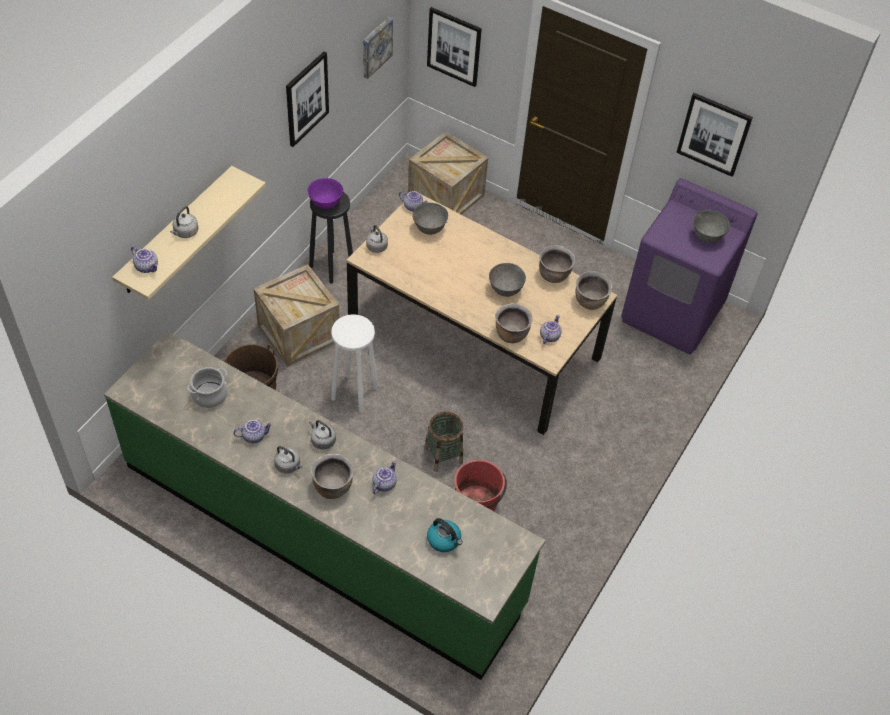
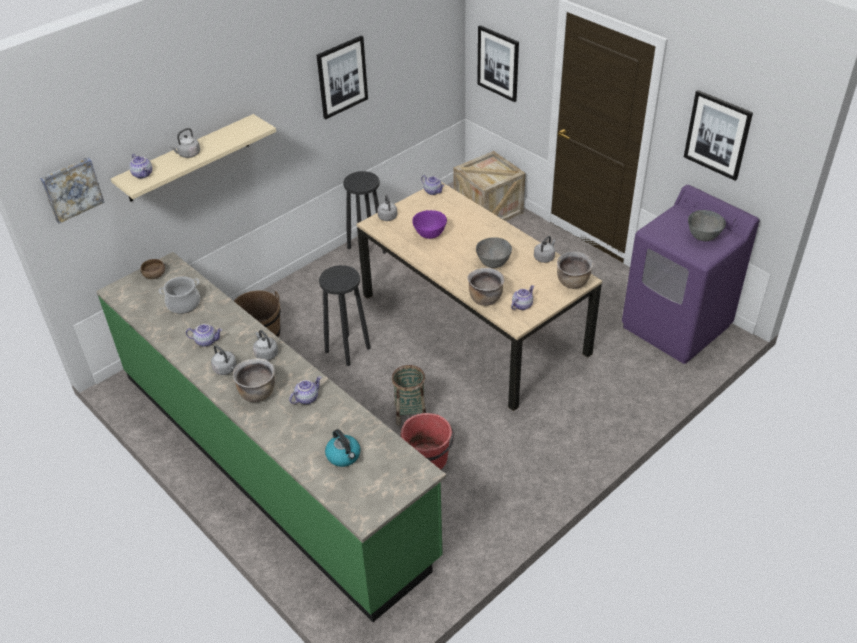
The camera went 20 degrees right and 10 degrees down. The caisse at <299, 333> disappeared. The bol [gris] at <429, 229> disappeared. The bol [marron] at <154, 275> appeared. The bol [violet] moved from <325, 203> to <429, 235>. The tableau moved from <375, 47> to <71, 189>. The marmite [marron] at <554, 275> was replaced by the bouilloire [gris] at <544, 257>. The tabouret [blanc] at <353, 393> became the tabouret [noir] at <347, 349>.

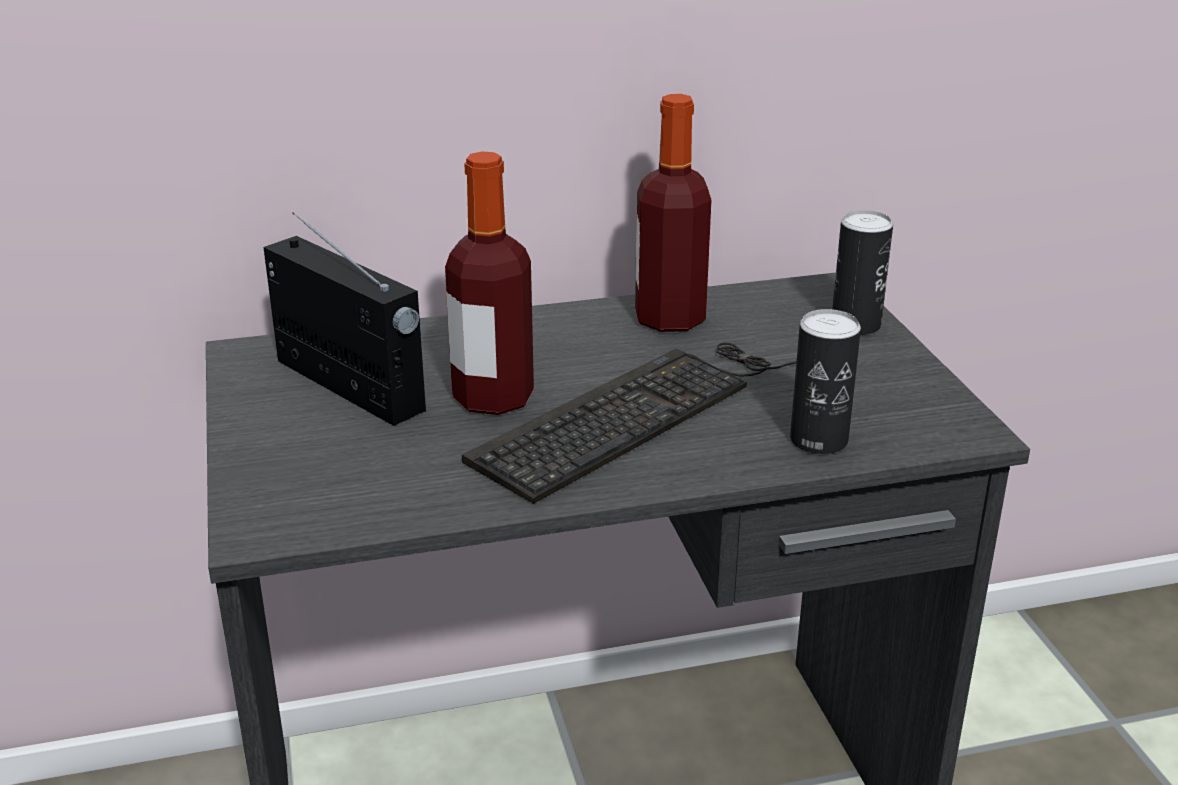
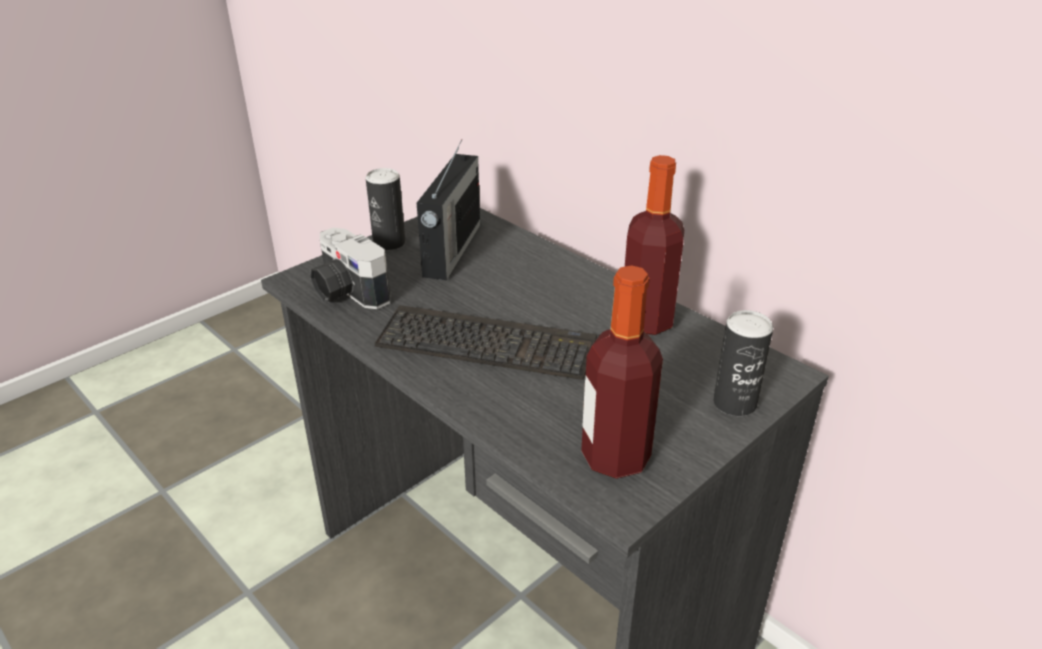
The camera went 60 degrees right and 5 degrees up. The appareil photo at <346, 292> appeared. The bouteille moved from <493, 398> to <615, 457>. The boîte métallique moved from <818, 440> to <389, 243>.

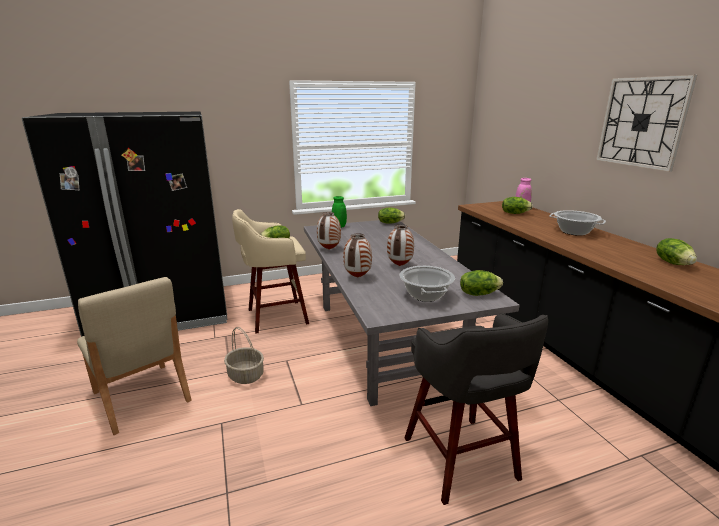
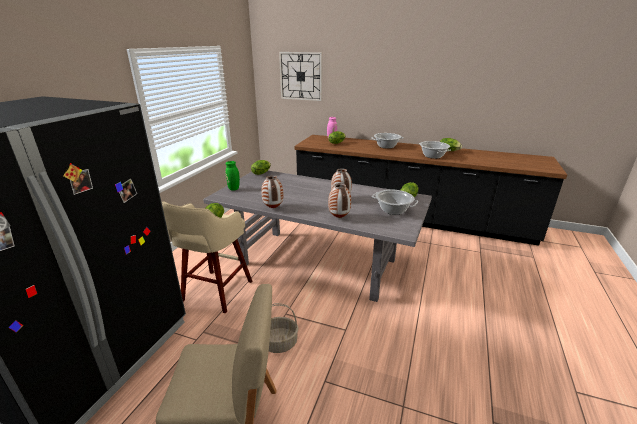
The camera went 50 degrees left and 5 degrees up. The tabouret [gris] at <461, 461> disappeared. The marmite at <432, 156> appeared. The horloge murale moved from <642, 122> to <301, 76>.

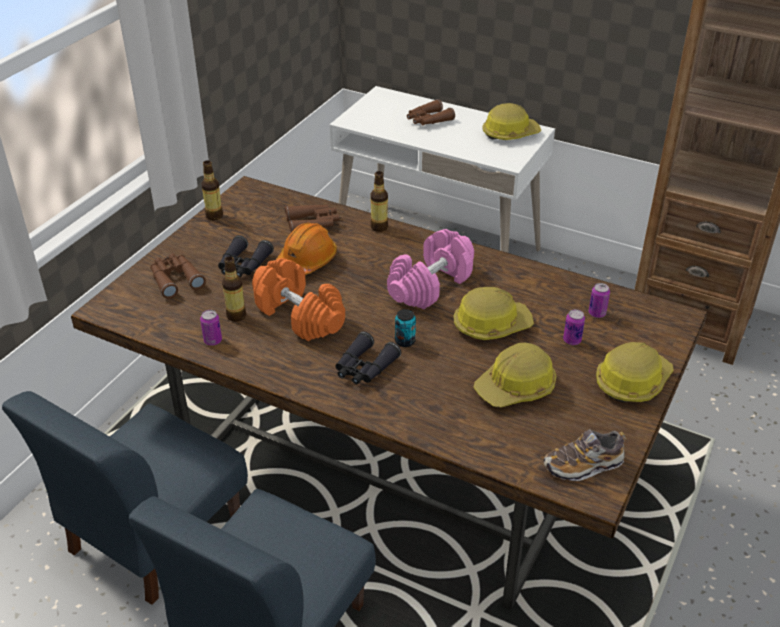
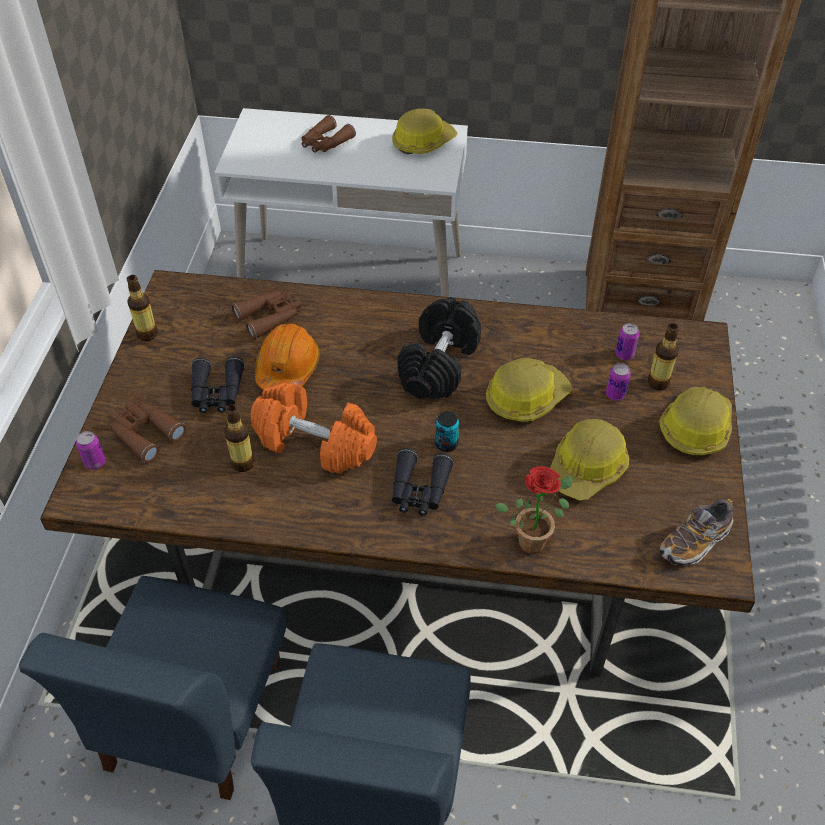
The camera went 20 degrees left and 10 degrees up. The plante en pot at <534, 538> appeared. The boîte métallique moved from <213, 341> to <95, 463>. The bouteille moved from <379, 227> to <658, 382>. The haltère [rose] at <430, 284> became the haltère [noir] at <438, 364>.

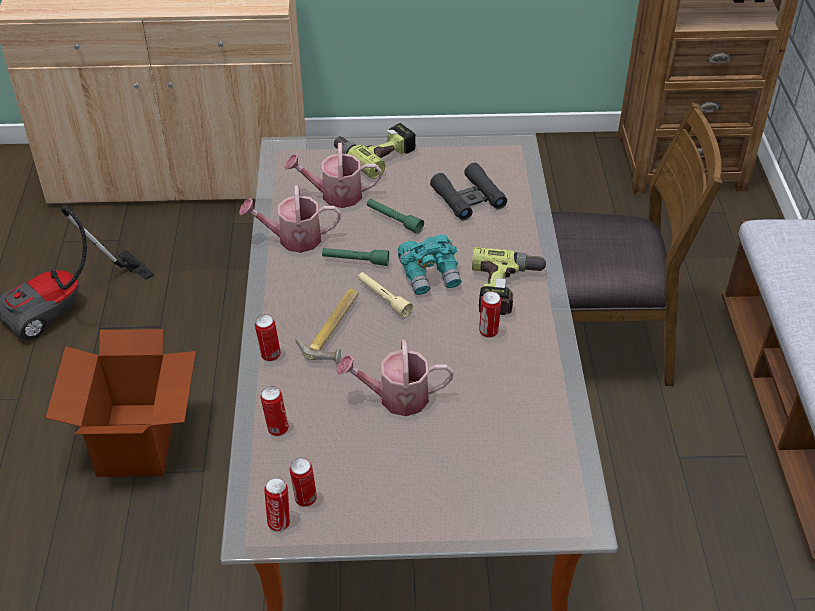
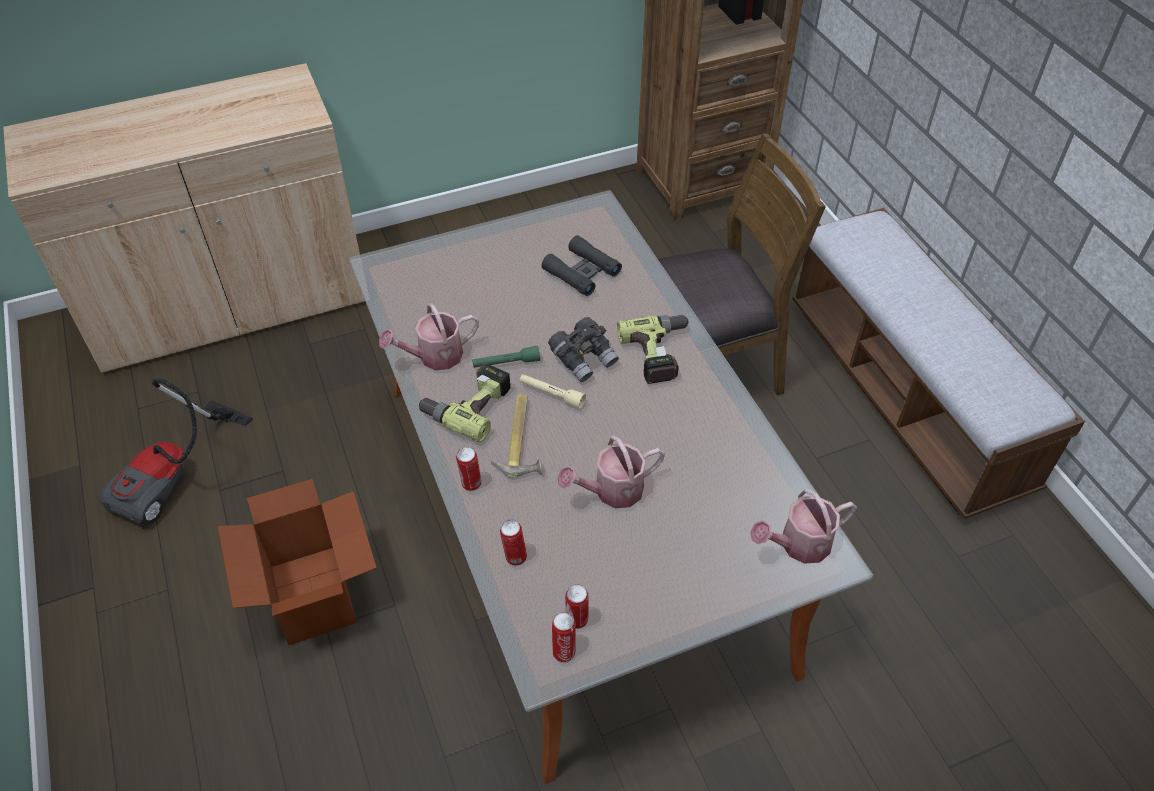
The camera went 20 degrees left and 5 degrees up. The lampe de poche [vert] at <394, 220> disappeared. The boîte métallique at <488, 332> disappeared. The arrosoir moved from <335, 195> to <798, 545>. The perceuse moved from <375, 153> to <468, 405>. The jumelles [turquoise] at <430, 275> became the jumelles [gris] at <584, 359>.

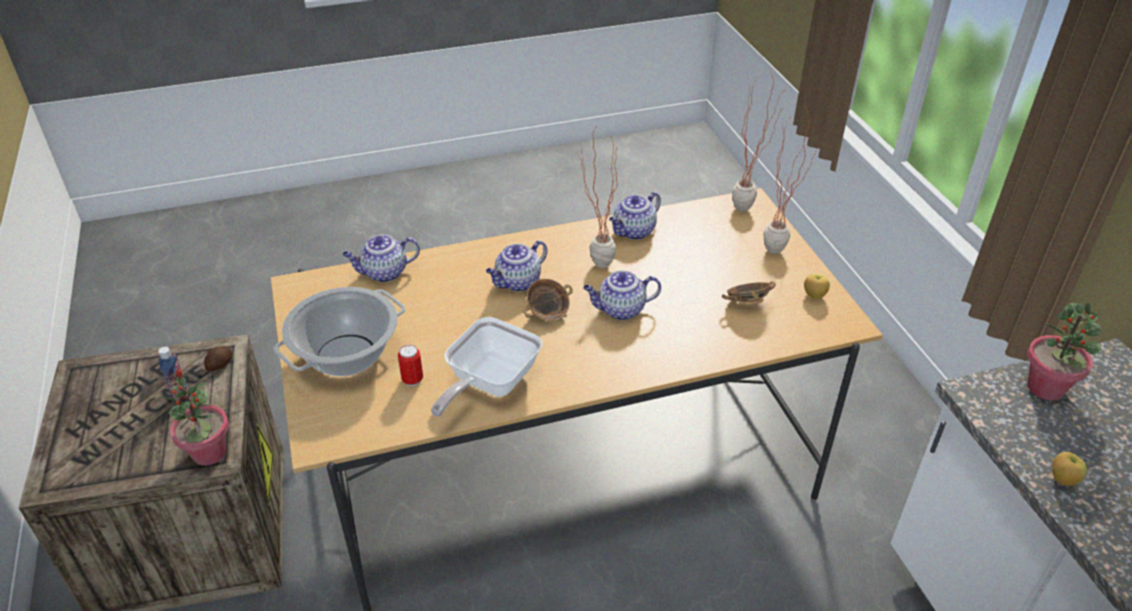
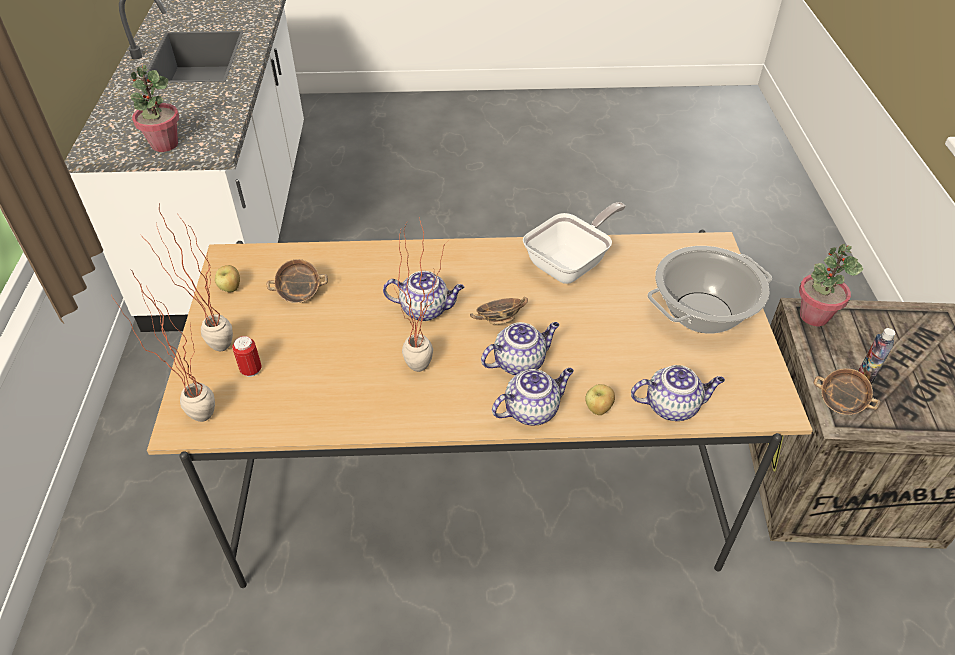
The camera went 165 degrees left and 5 degrees up. The boîte métallique moved from <412, 380> to <251, 370>. The théière moved from <633, 232> to <532, 410>. The pomme moved from <1062, 480> to <598, 409>. The pomme de terre at <221, 364> was replaced by the bol at <840, 403>.

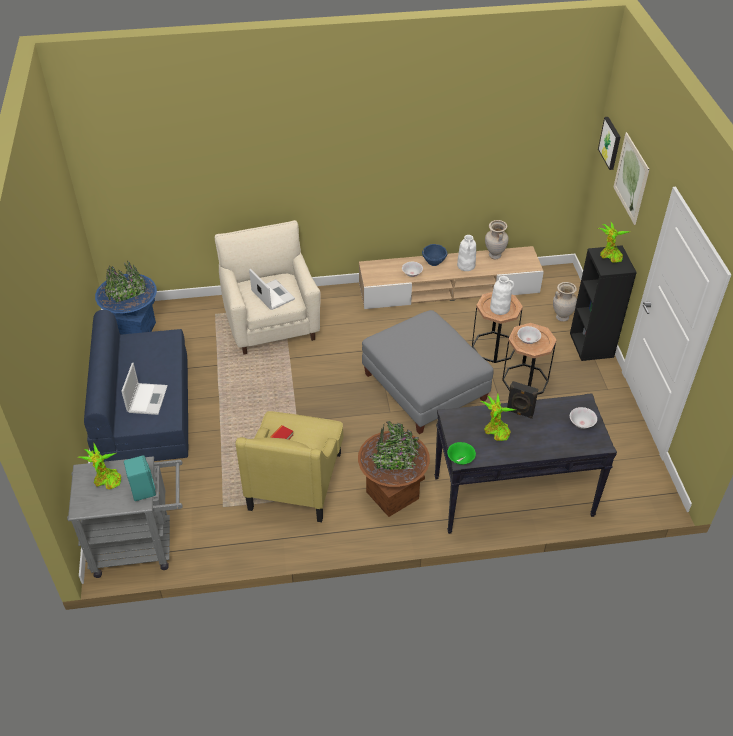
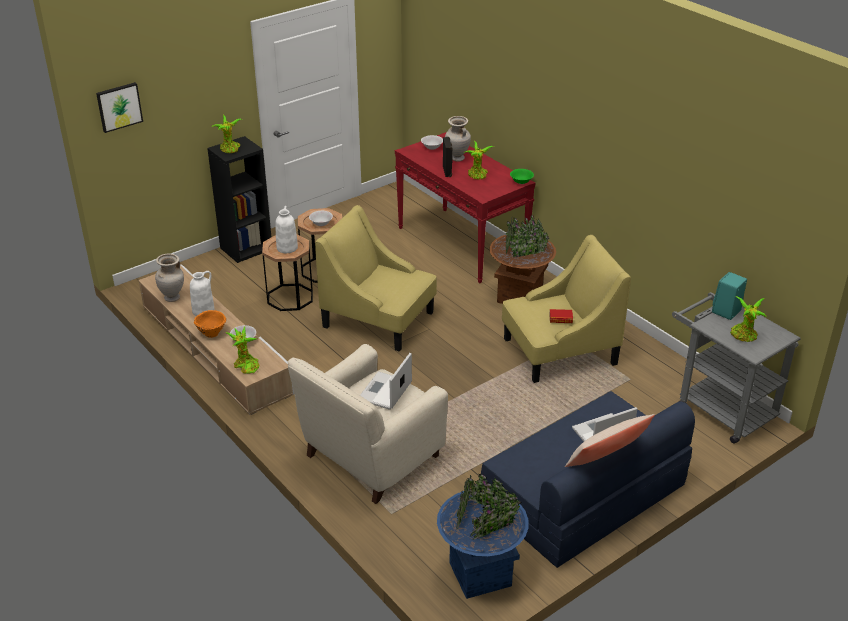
The camera went 120 degrees left and 10 degrees down. The tableau at <631, 178> disappeared. The plante en pot at <245, 366> appeared. The coussin [beige] at <607, 455> appeared. The vase [beige] moved from <561, 317> to <457, 158>. The pouf [gris] at <425, 387> was replaced by the fauteuil [jaune] at <379, 319>. The bol [bleu] at <434, 262> became the bol [orange] at <211, 332>. The table console [noir] at <512, 497> became the table console [rouge] at <462, 244>.

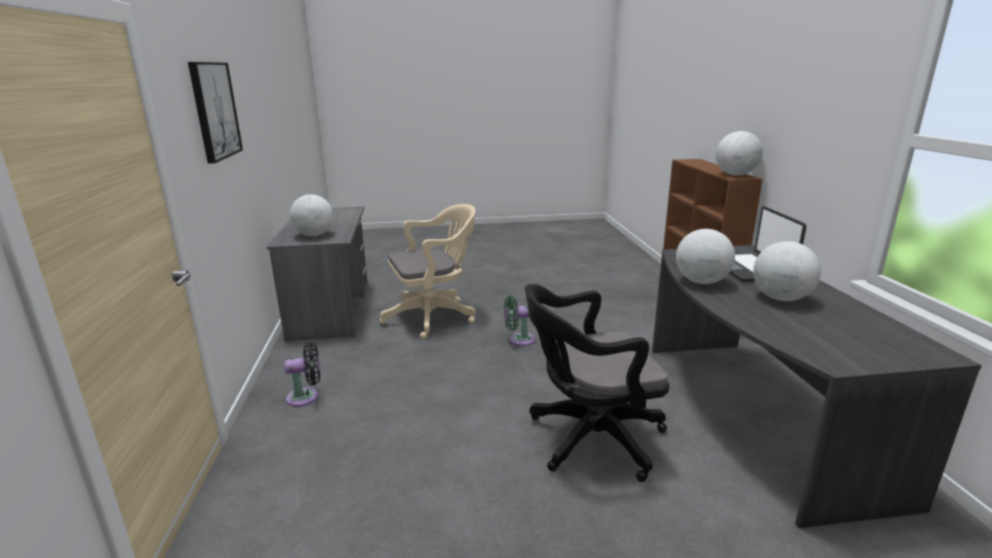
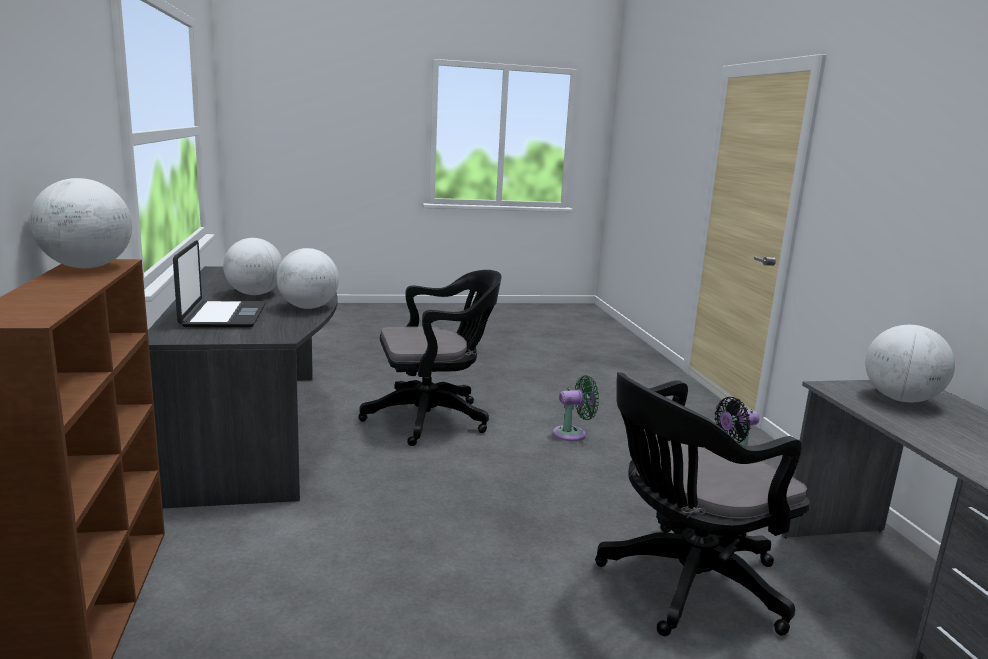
The camera went 175 degrees right and 5 degrees down. The tableau at <214, 110> disappeared. The ventilateur [vert] moved from <519, 340> to <573, 434>. The chaise de bureau [beige] at <434, 316> became the chaise de bureau [noir] at <685, 585>.

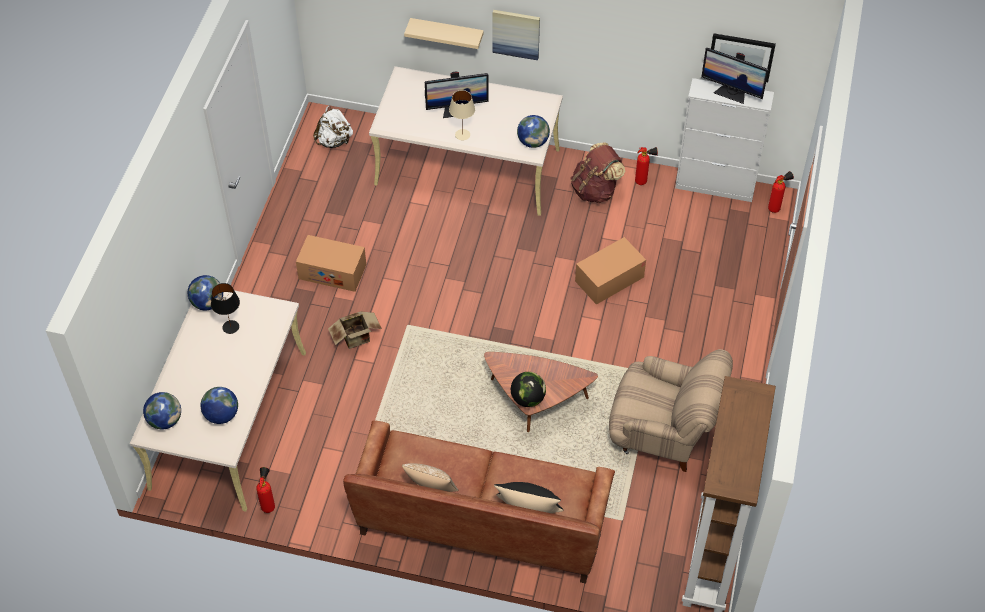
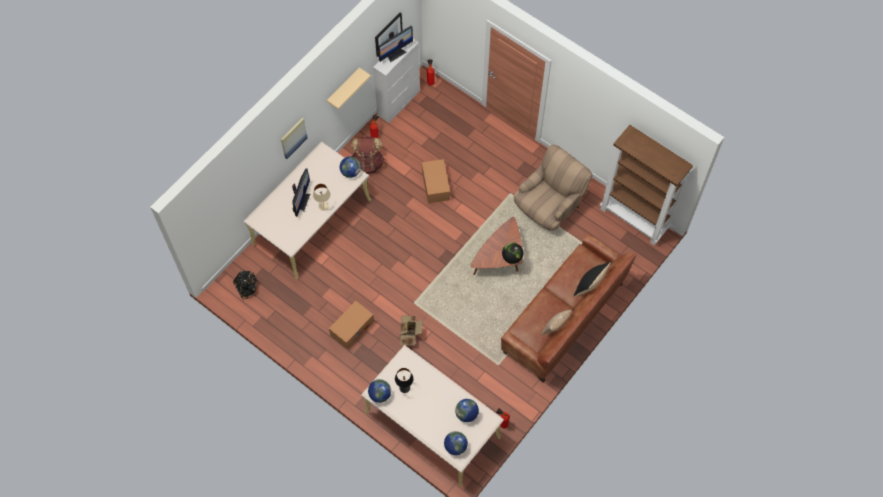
The camera went 65 degrees left and 10 degrees up. The étagère [beige] moved from <447, 33> to <343, 88>. The sac à dos [blanc] at <334, 141> became the sac à dos [noir] at <247, 288>.

